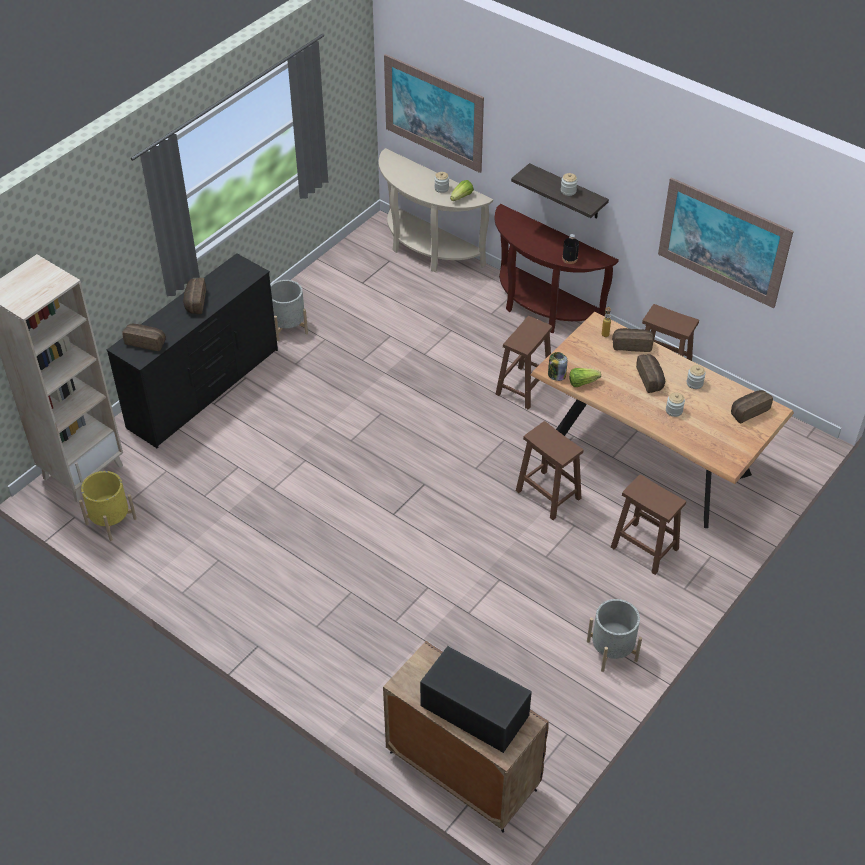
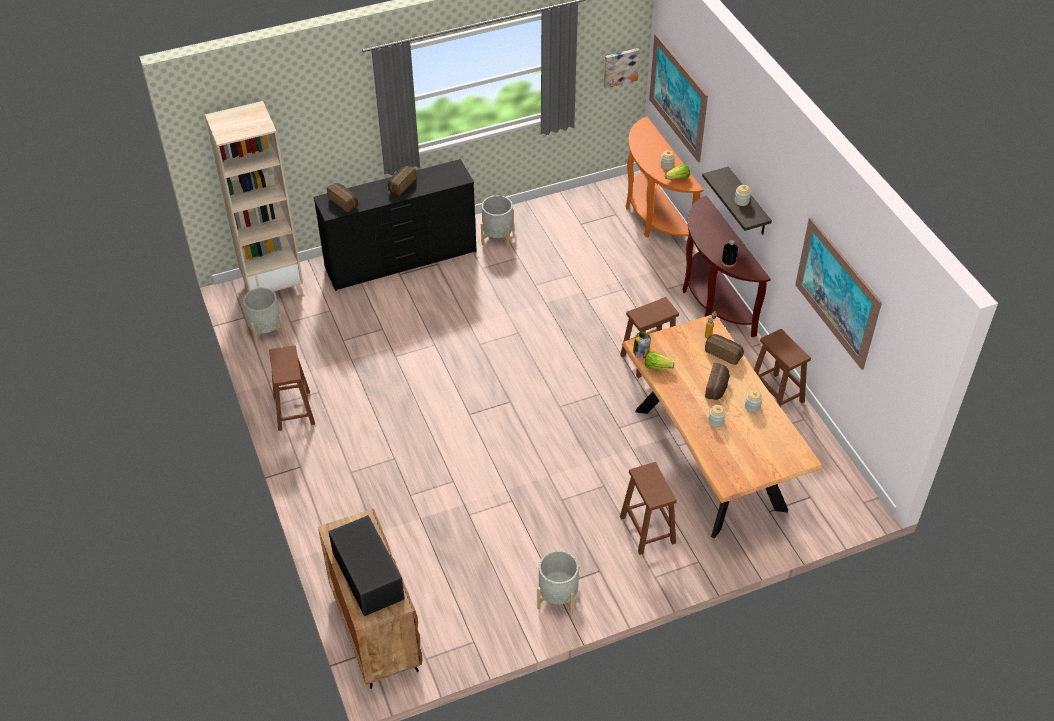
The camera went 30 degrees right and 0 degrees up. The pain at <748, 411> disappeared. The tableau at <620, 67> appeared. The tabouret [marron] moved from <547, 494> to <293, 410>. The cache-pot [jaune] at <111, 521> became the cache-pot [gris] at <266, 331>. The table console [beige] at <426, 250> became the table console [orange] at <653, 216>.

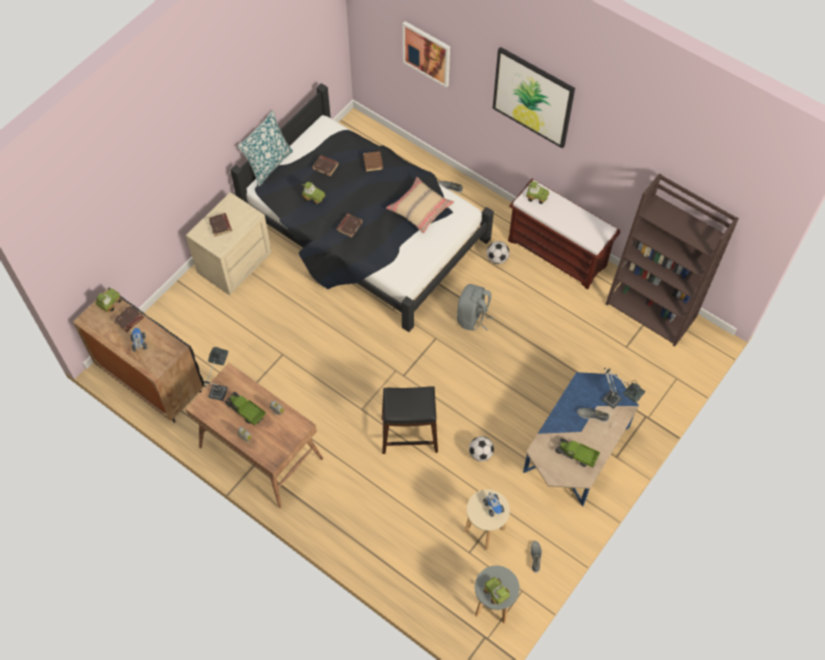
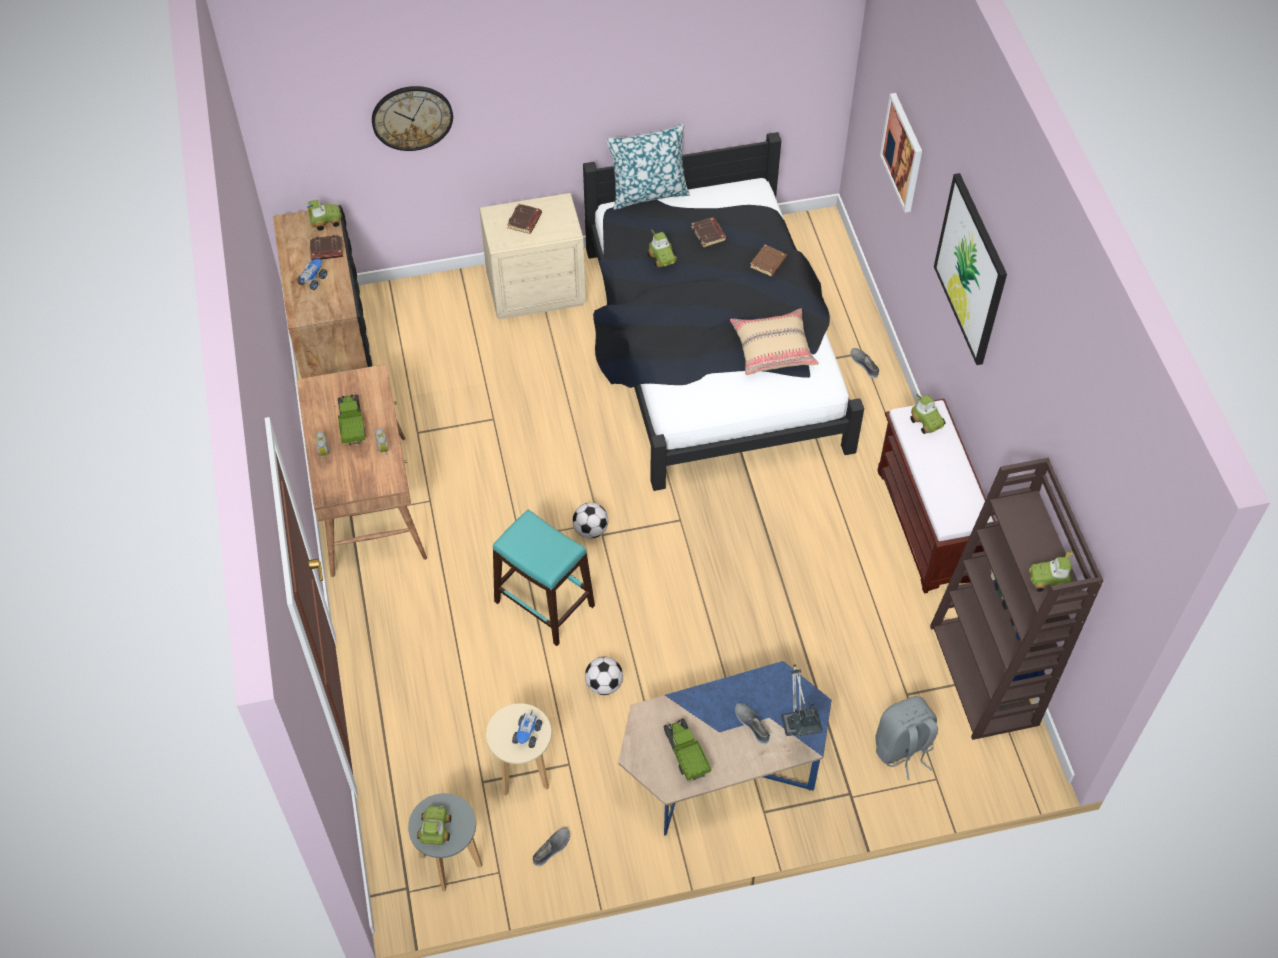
The camera went 40 degrees right and 5 degrees down. The lampe de table at <219, 388> disappeared. The livre [marron] at <349, 226> disappeared. The horloge murale at <412, 117> appeared. The petite voiture at <1048, 580> appeared. The sac à dos [gris] moved from <473, 318> to <903, 749>. The ballon de foot moved from <497, 258> to <590, 530>. The tabouret [noir] at <409, 435> became the tabouret [turquoise] at <544, 604>.

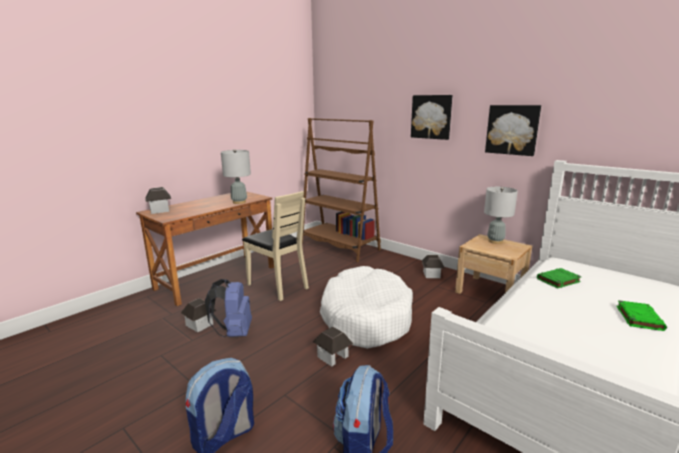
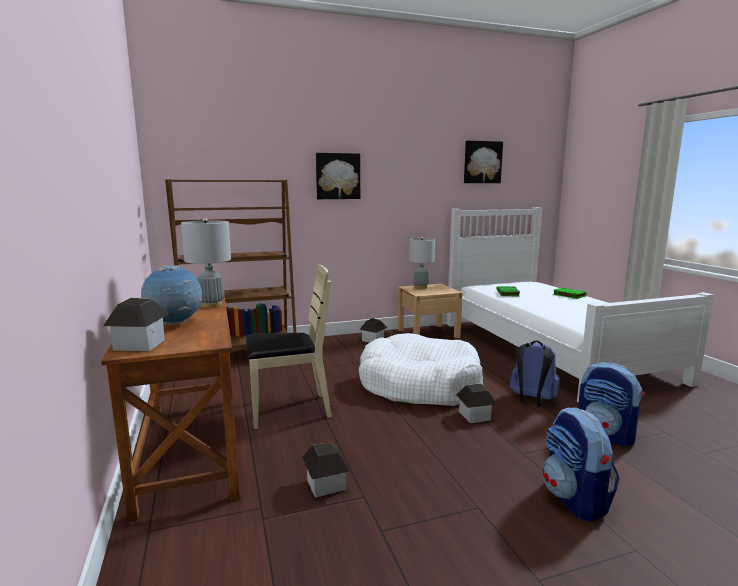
The camera went 60 degrees left and 5 degrees down. The globe at <175, 324> appeared. The sac à dos [bleu] moved from <234, 333> to <531, 401>. The tableau moved from <512, 129> to <482, 162>.

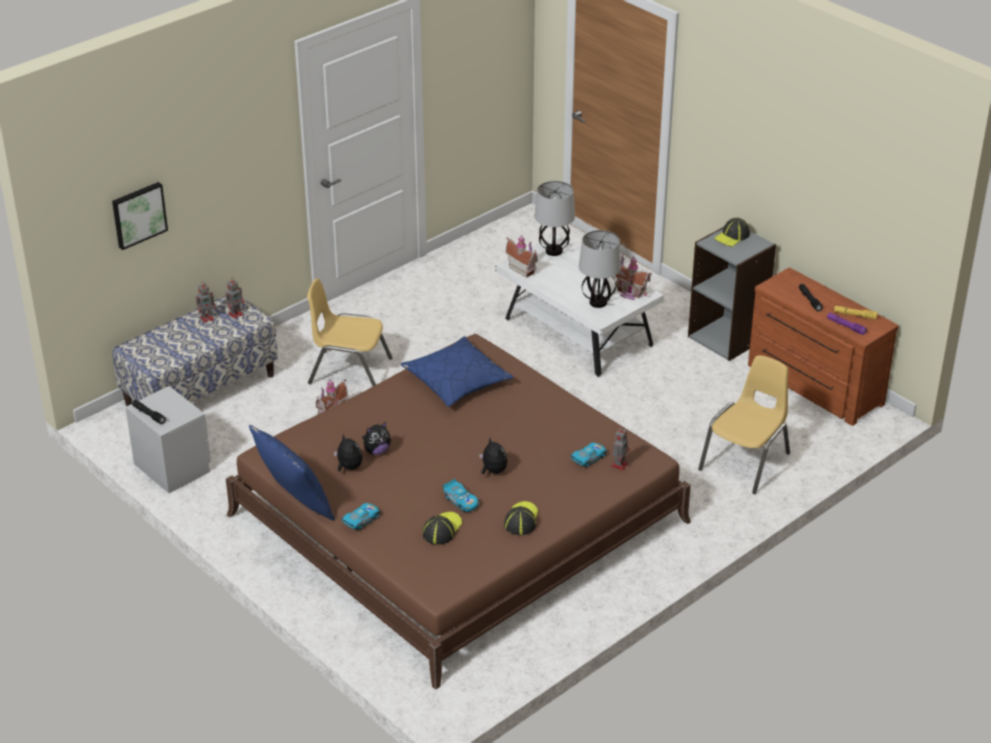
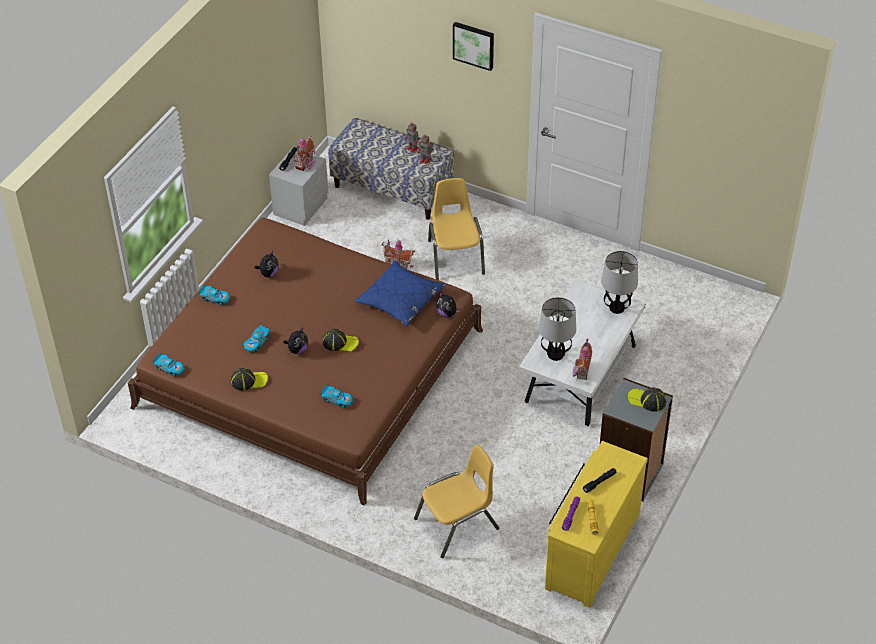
The camera went 70 degrees right and 10 degrees up. The coussin [bleu] at <294, 503> disappeared. The robot jouet at <620, 464> disappeared. The petite voiture at <170, 368> appeared. The tableau moved from <138, 214> to <474, 45>. The peluche moved from <376, 451> to <447, 313>. The casquette moved from <442, 529> to <340, 342>. The maison miniature moved from <523, 269> to <306, 164>. The commode [marron] at <813, 386> became the commode [jaune] at <589, 549>. The chaise [jaune] at <746, 462> turned 45 degrees counterclockwise.

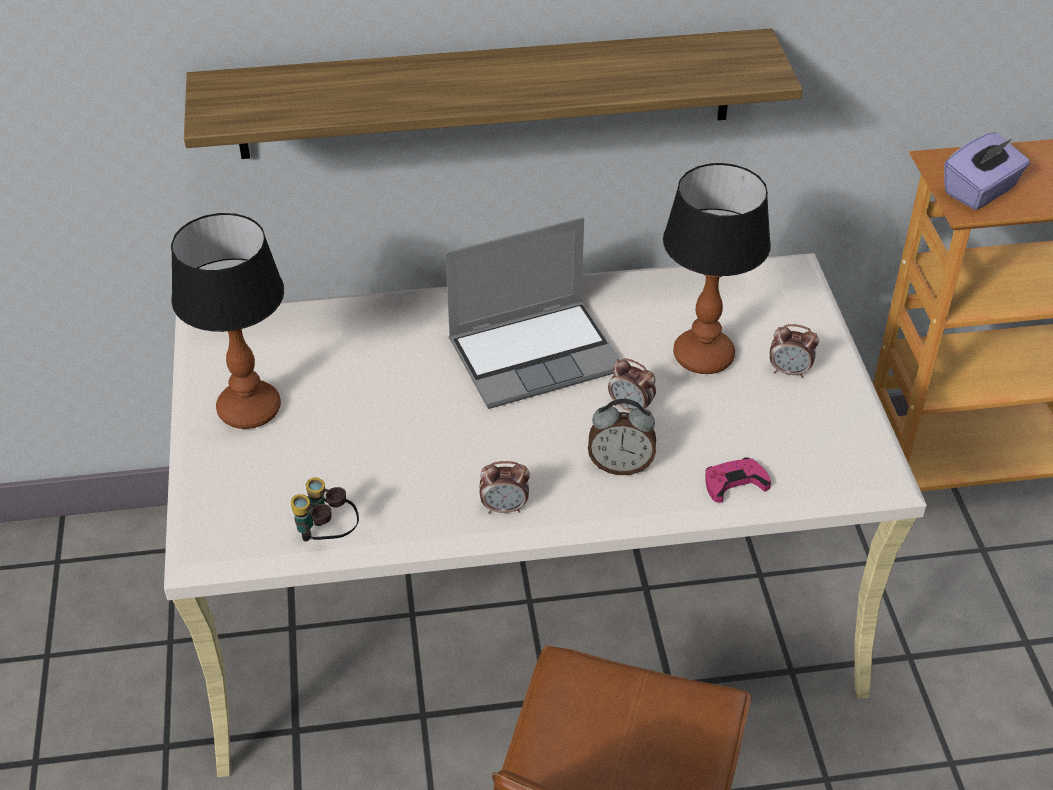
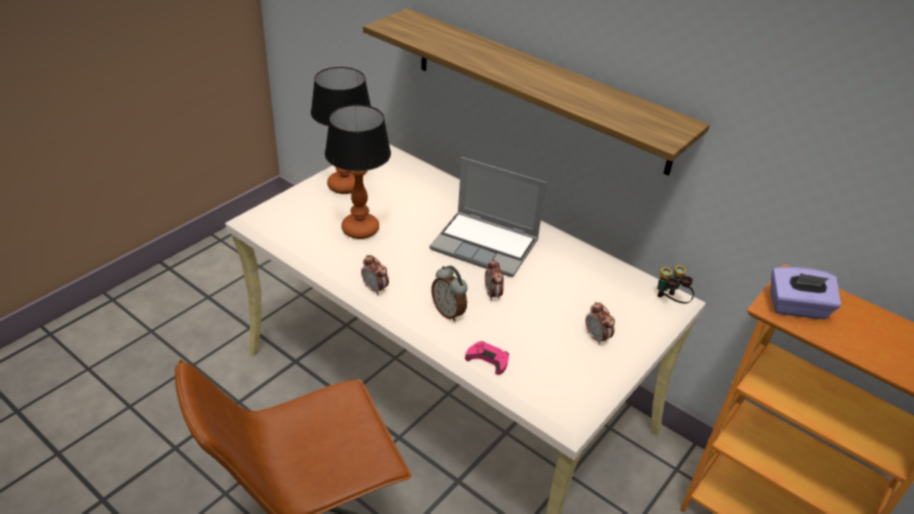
The camera went 45 degrees right and 5 degrees down. The jumelles moved from <327, 537> to <669, 302>. The lampe de table moved from <704, 356> to <361, 229>.

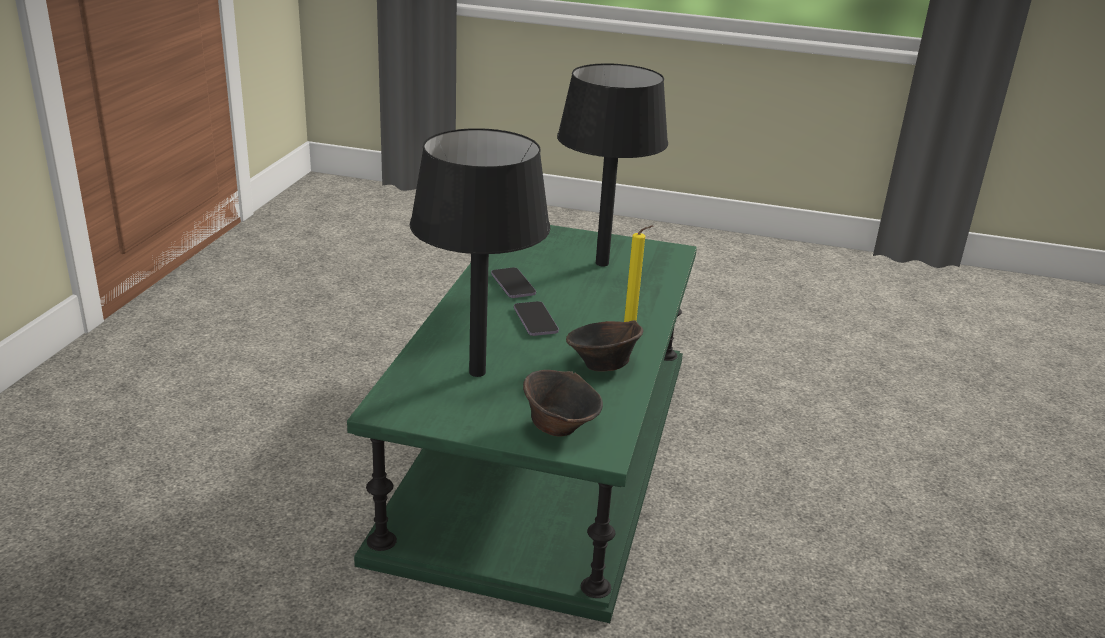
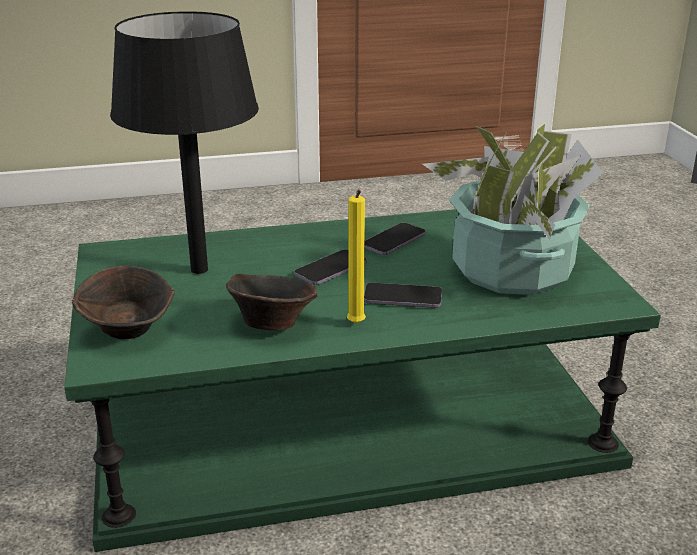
The camera went 65 degrees right and 0 degrees up. The téléphone at <402, 298> appeared. The lampe de table [noir] at <602, 263> was replaced by the plante en pot at <512, 270>.

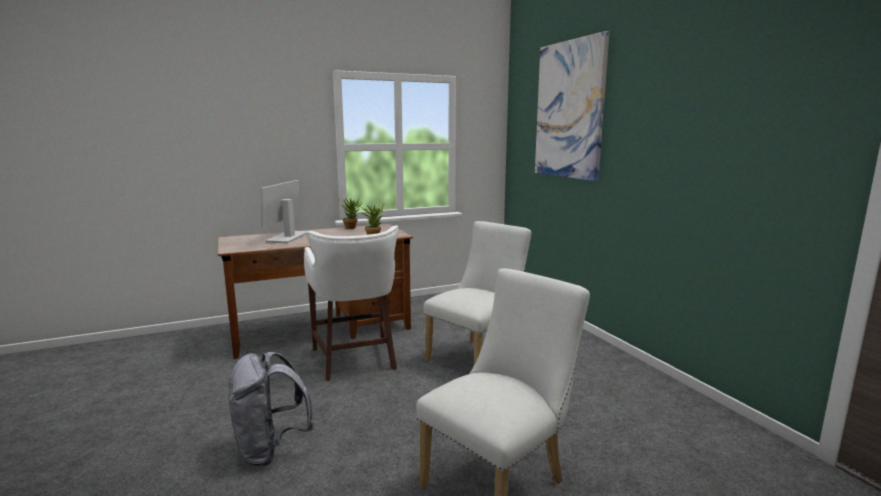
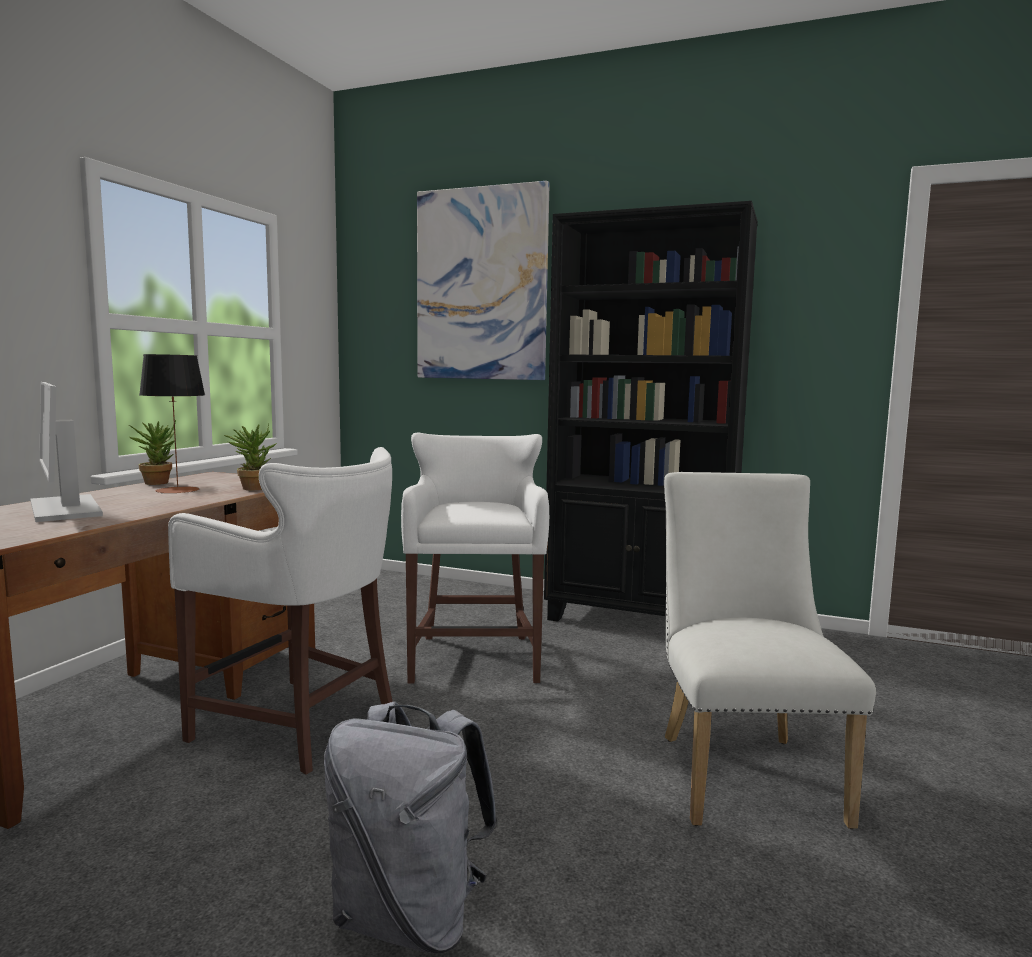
The camera went 45 degrees left and 5 degrees down. The lampe de table at <177, 490> appeared. The bibliothèque [noir] at <640, 619> appeared. The chaise [blanc] at <477, 357> was replaced by the tabouret [blanc] at <475, 656>.

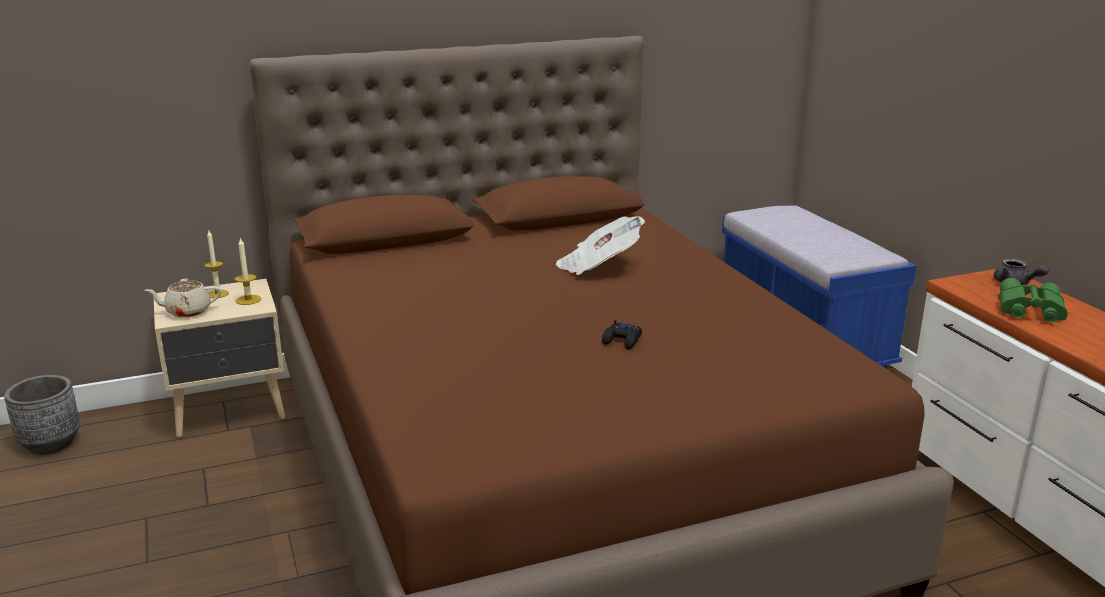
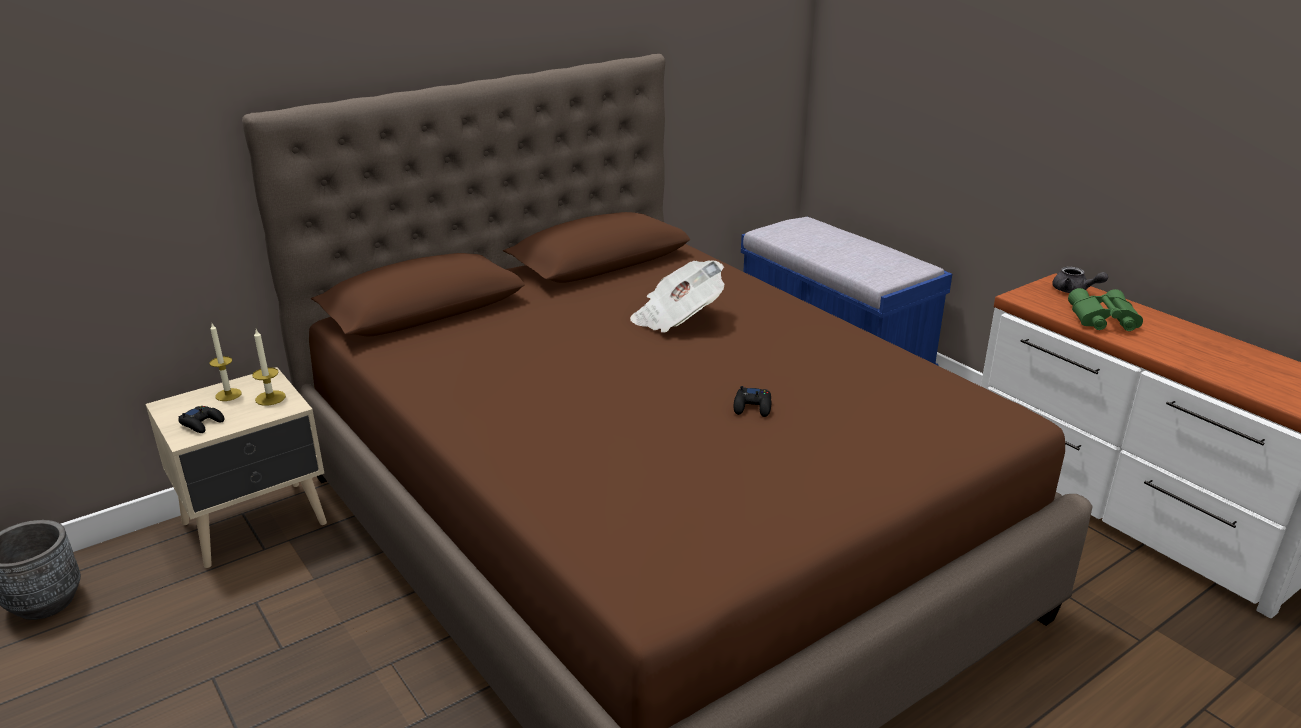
The camera went 15 degrees left and 5 degrees up. The théière [beige] at <187, 311> was replaced by the manette [noir] at <202, 423>.

